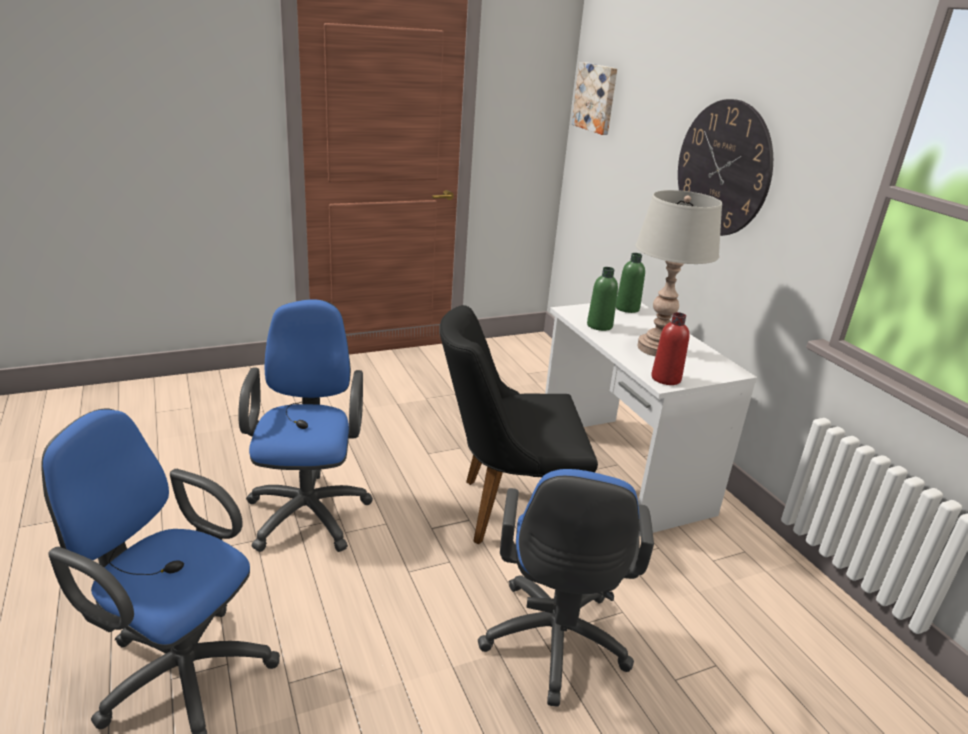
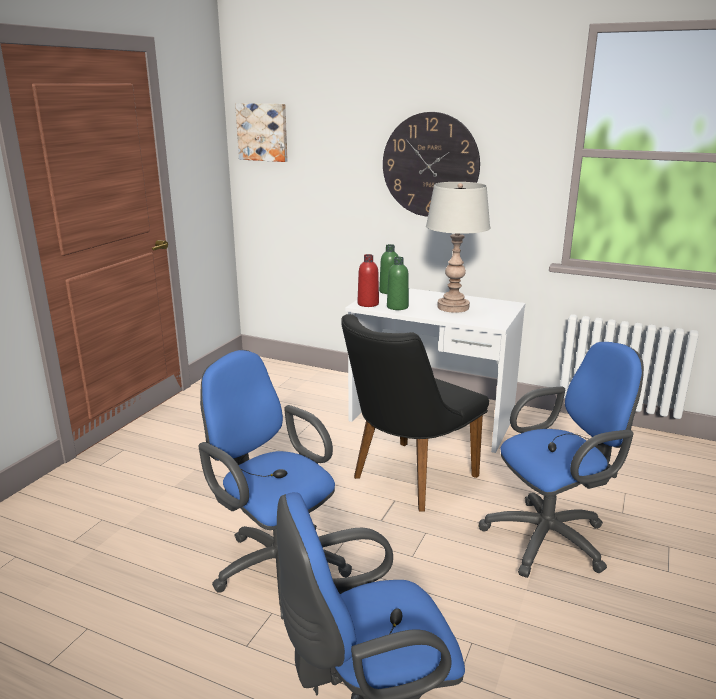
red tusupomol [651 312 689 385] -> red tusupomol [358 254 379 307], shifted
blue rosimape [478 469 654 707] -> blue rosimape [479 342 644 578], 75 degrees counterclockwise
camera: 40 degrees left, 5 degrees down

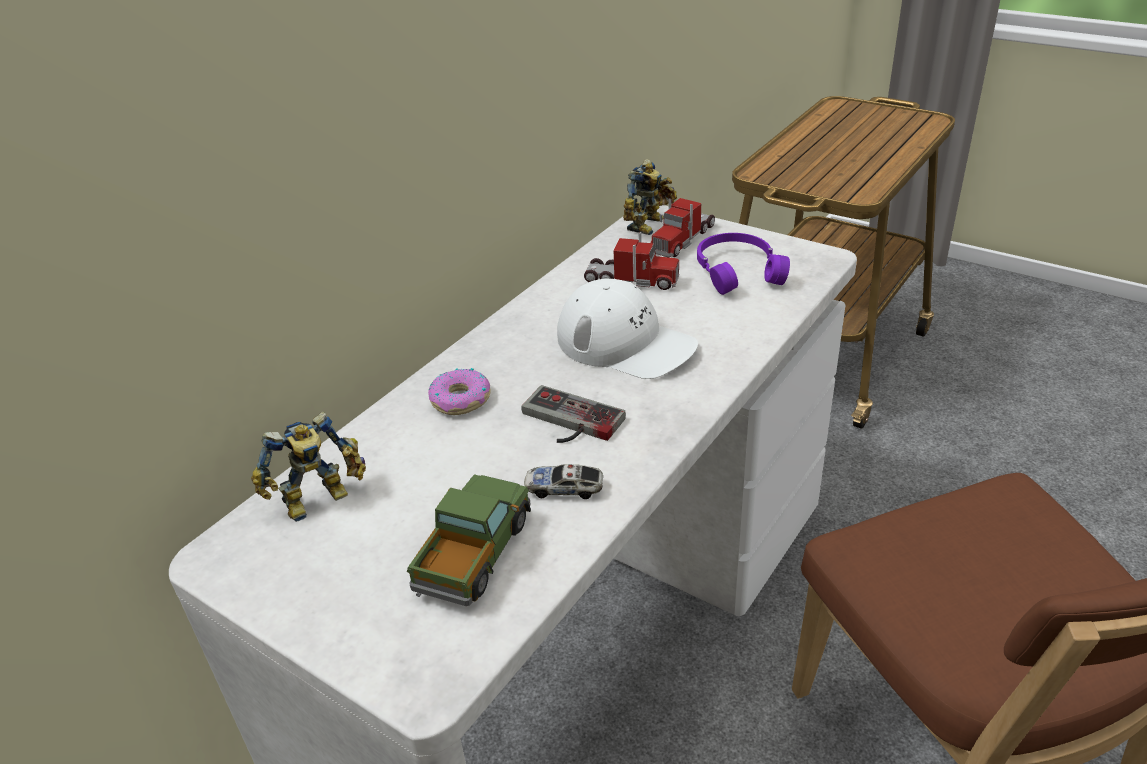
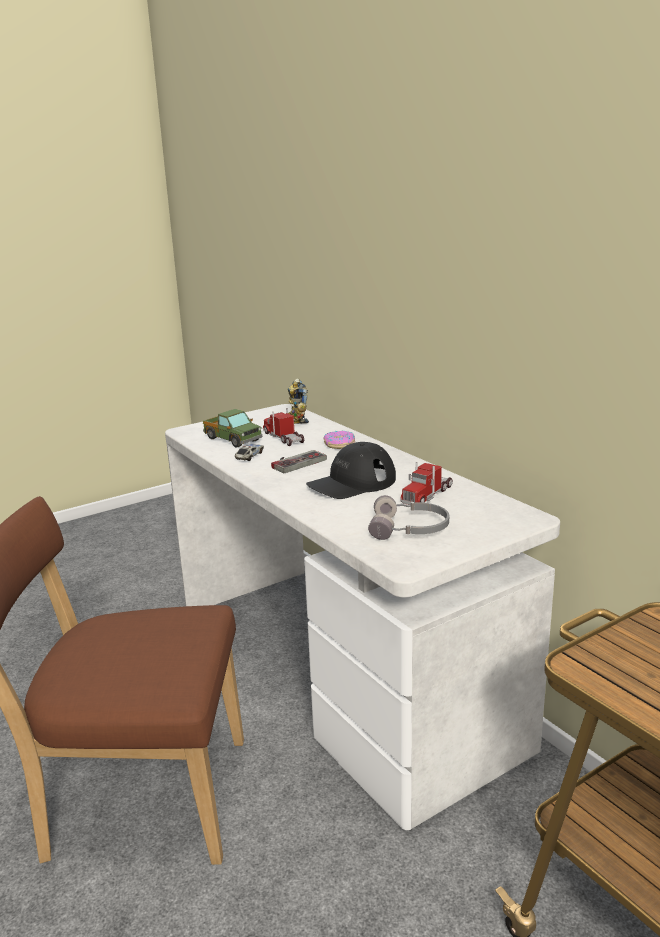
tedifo [623 159 677 235] -> none
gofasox [650 198 715 258] -> gofasox [263 408 304 446], shifted
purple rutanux [697 233 790 295] -> grey rutanux [368 495 449 540]
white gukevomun [557 278 698 379] -> black gukevomun [306 442 396 499]
camera: 110 degrees right, 15 degrees down

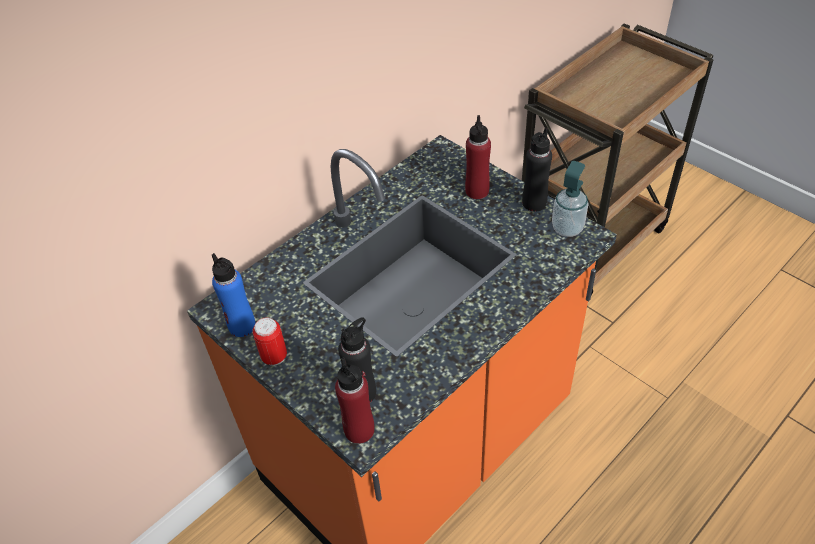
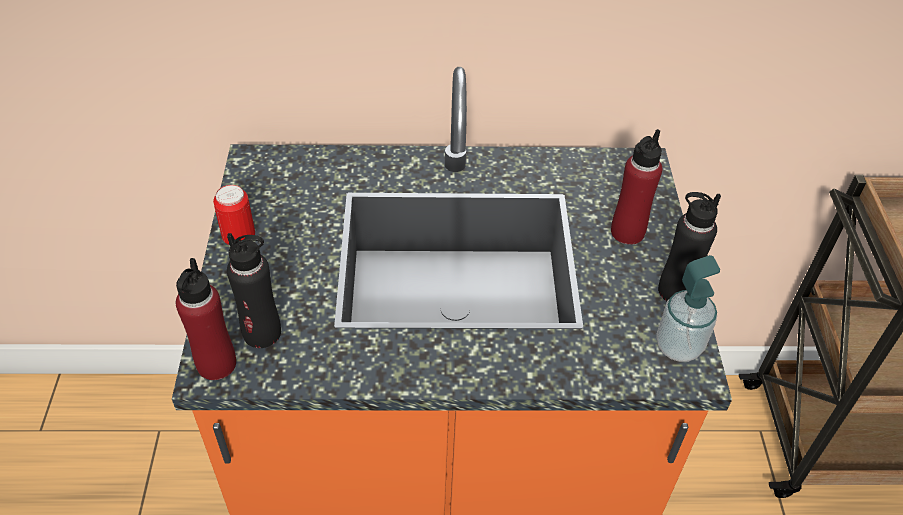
blue tusupomol [212 253 255 337] -> none
camera: 40 degrees right, 0 degrees up

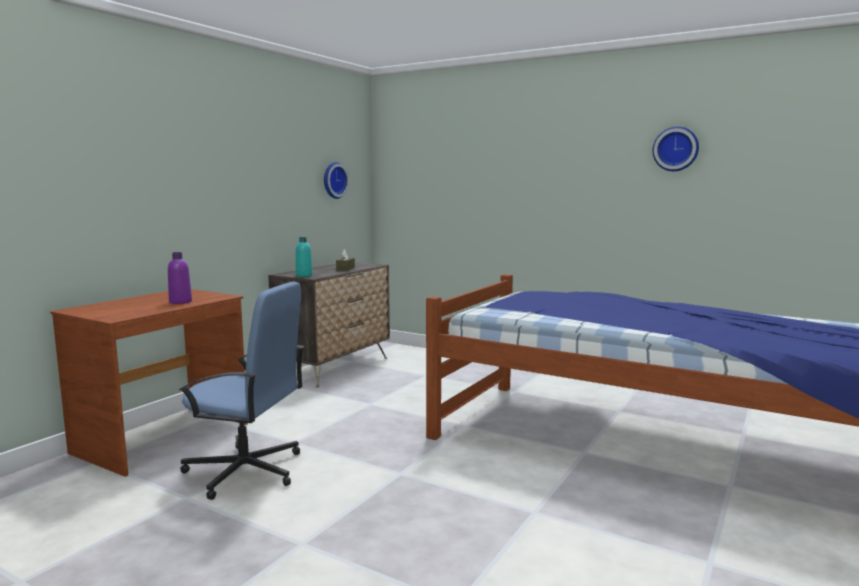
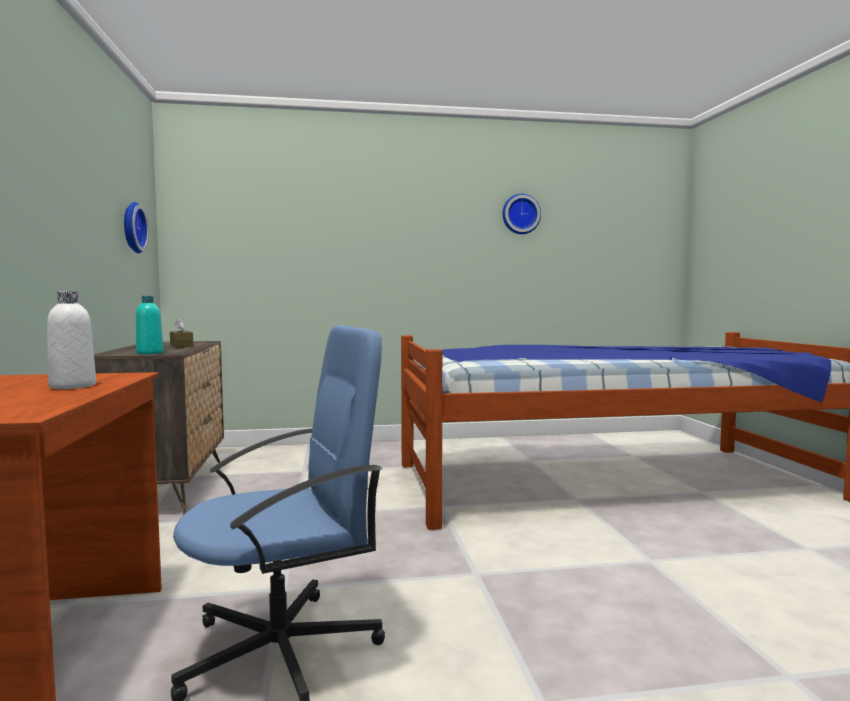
purple tusupomol [168 252 192 304] -> white tusupomol [47 291 96 389]
camera: 40 degrees left, 5 degrees down

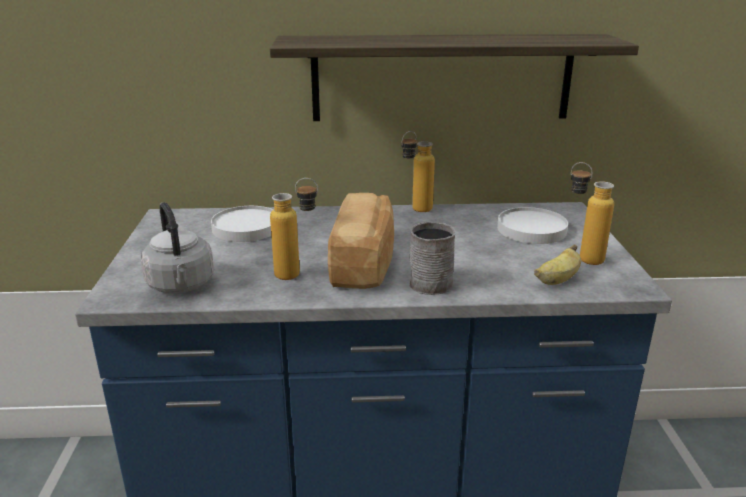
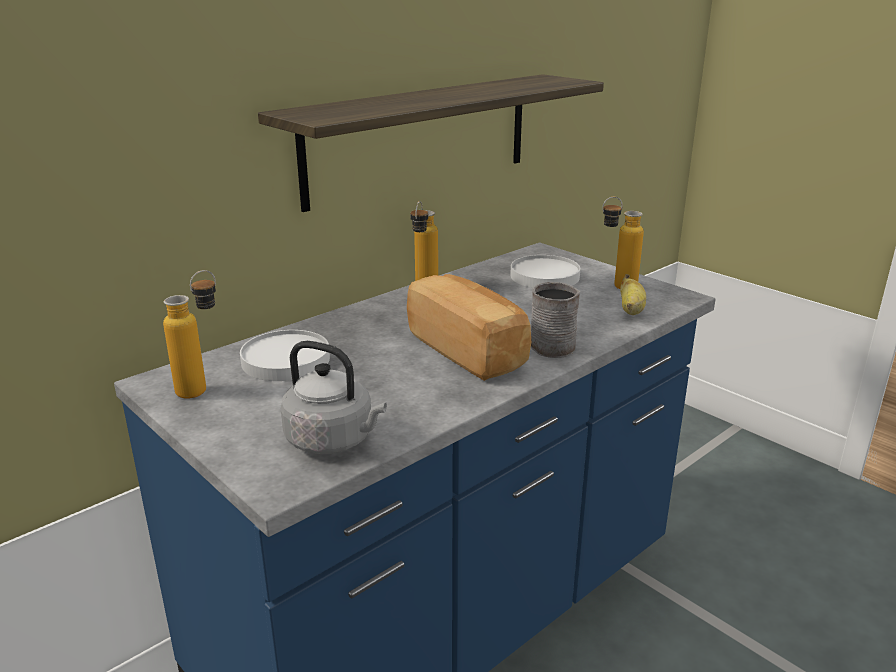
tusupomol [270 178 318 280] -> tusupomol [163 270 216 399], shifted
camera: 40 degrees left, 0 degrees up

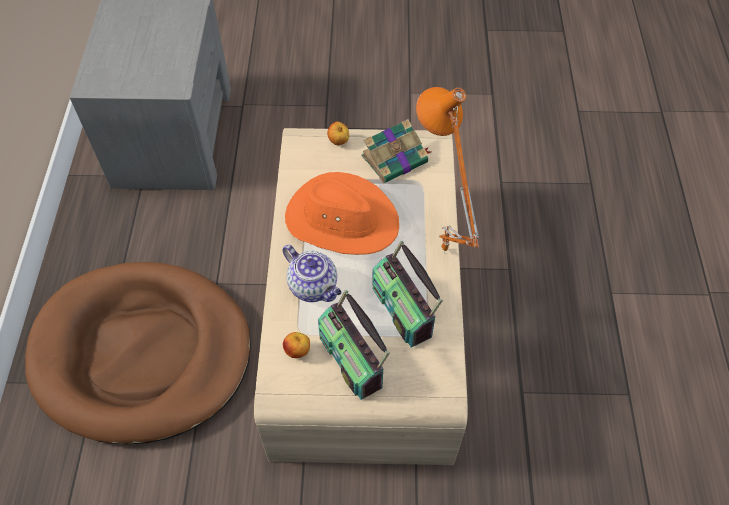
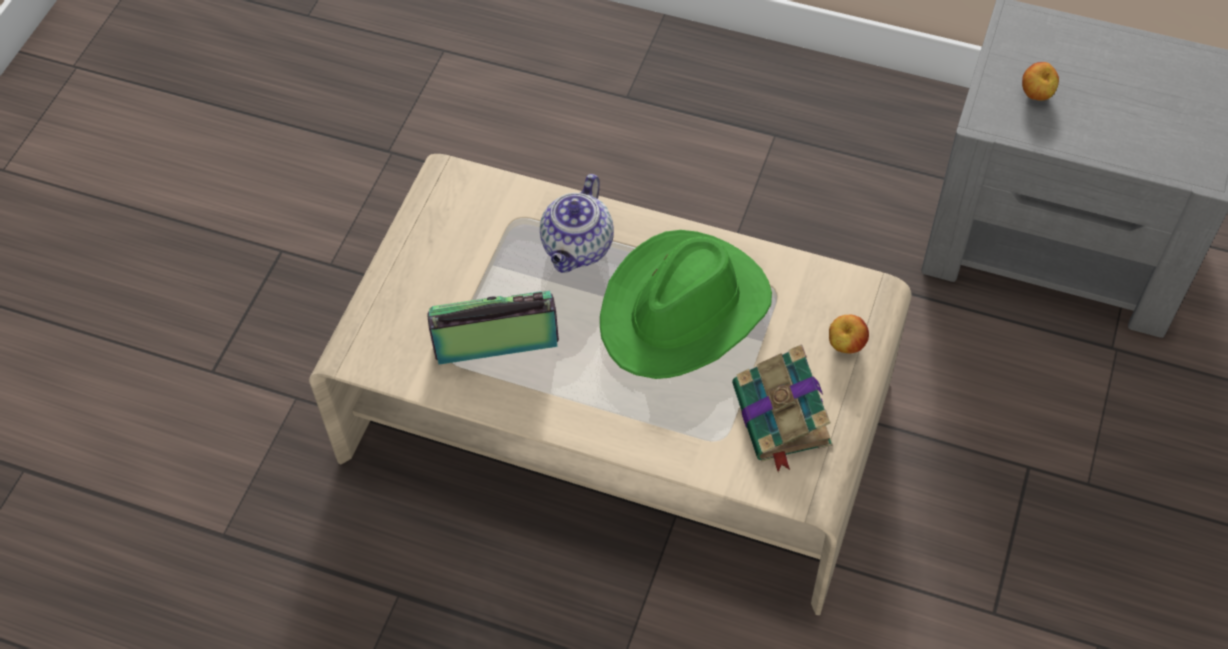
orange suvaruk [416 87 479 253] -> none
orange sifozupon [285 172 399 255] -> green sifozupon [600 230 772 379]
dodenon [282 245 342 302] -> dodenon [540 174 614 273], 45 degrees counterclockwise
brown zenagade [25 262 251 444] -> none
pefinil [318 290 390 400] -> none
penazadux [283 332 310 358] -> penazadux [1022 62 1059 101], shifted
camera: 110 degrees right, 0 degrees up

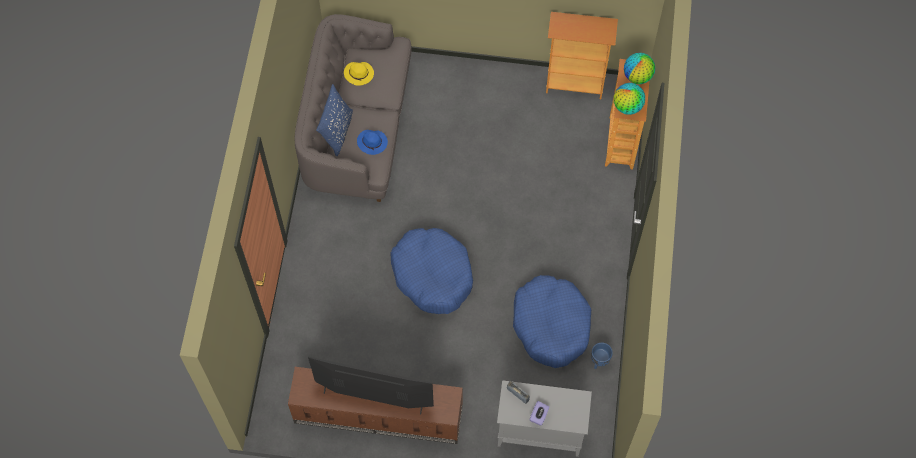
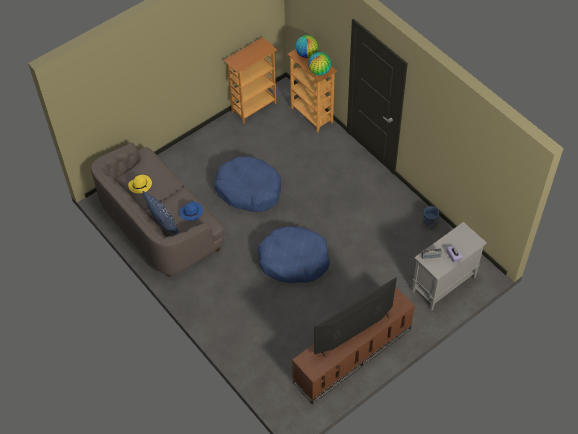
blue zenagade [513 275 591 368] -> blue zenagade [214 157 281 212], shifted
camera: 45 degrees left, 10 degrees down

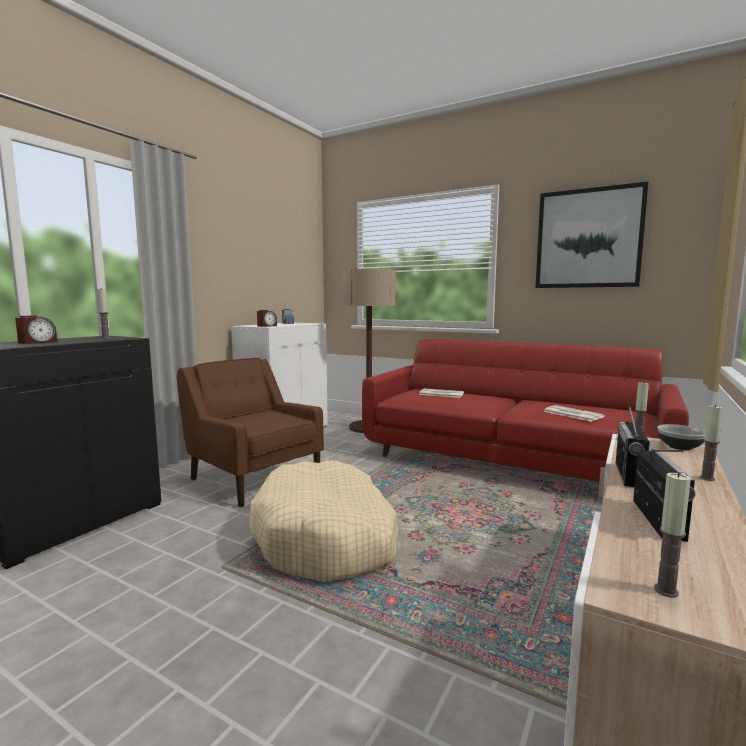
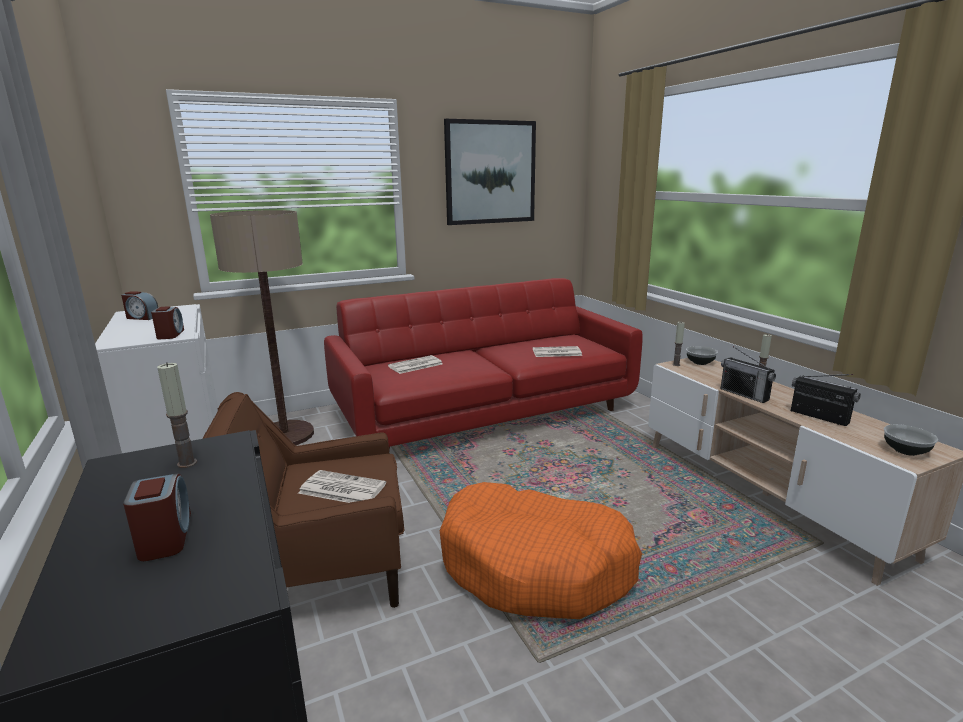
beige zenagade [249 461 399 582] -> orange zenagade [440 482 642 619]
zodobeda [654 472 691 598] -> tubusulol [884 424 938 456]
none -> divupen [298 470 386 503]
camera: 55 degrees left, 10 degrees up

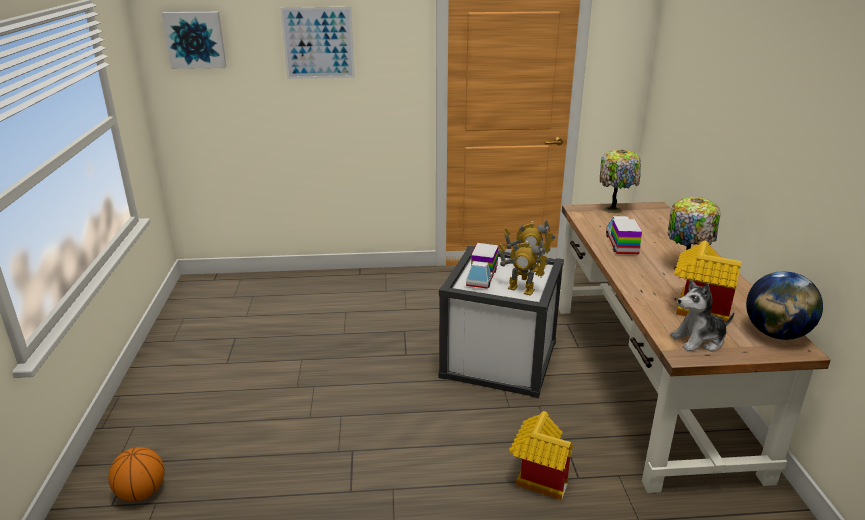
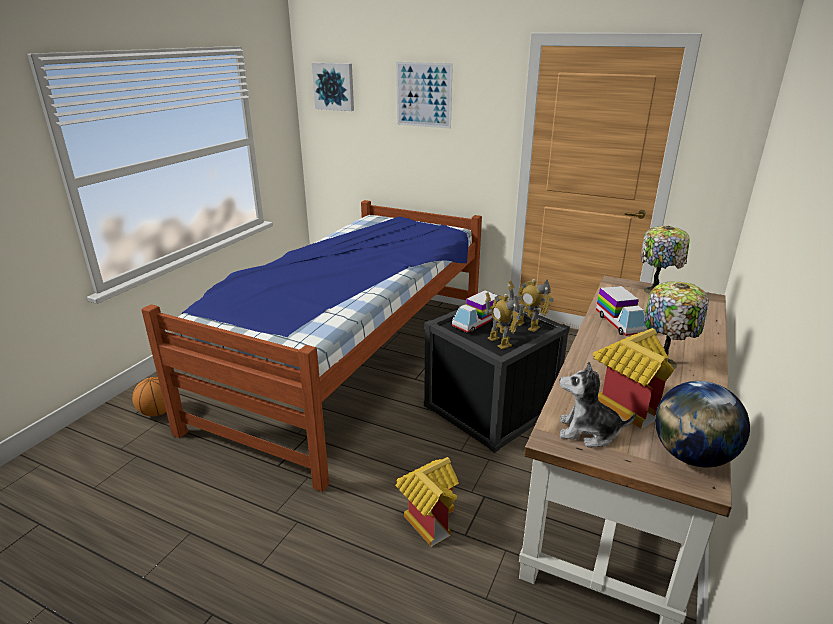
gofasox [606 216 642 254] -> gofasox [596 286 648 336], 135 degrees clockwise
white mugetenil [438 246 564 398] -> black mugetenil [424 310 570 453]
none -> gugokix [142 200 482 492]
camera: 30 degrees right, 0 degrees up

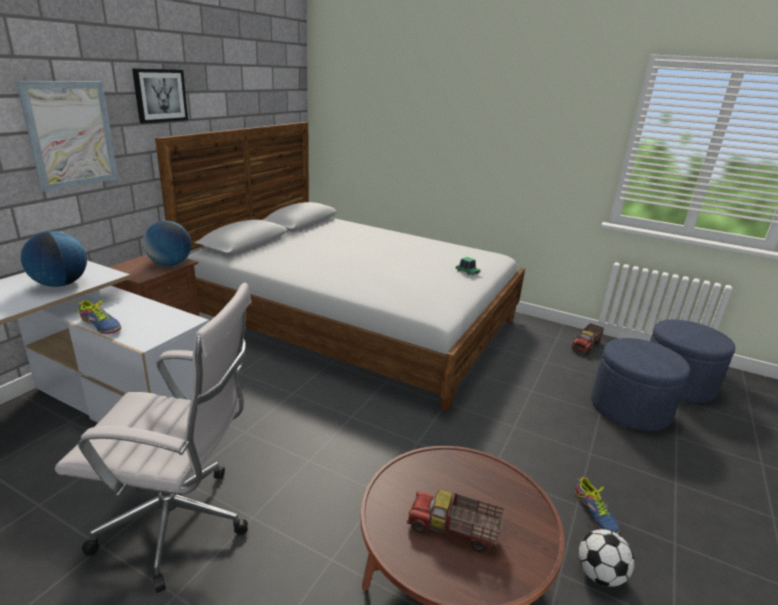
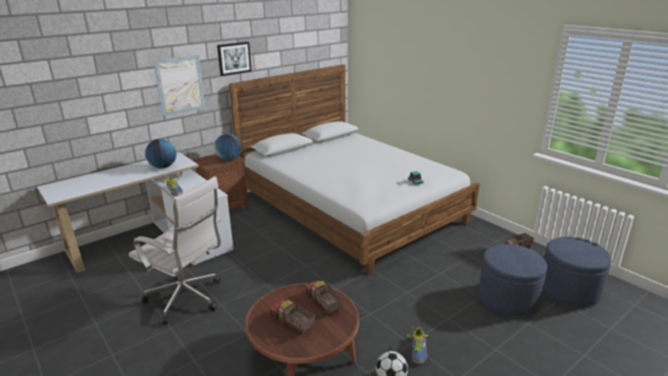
none -> gofasox [305 281 343 315]
camera: 25 degrees right, 0 degrees up

